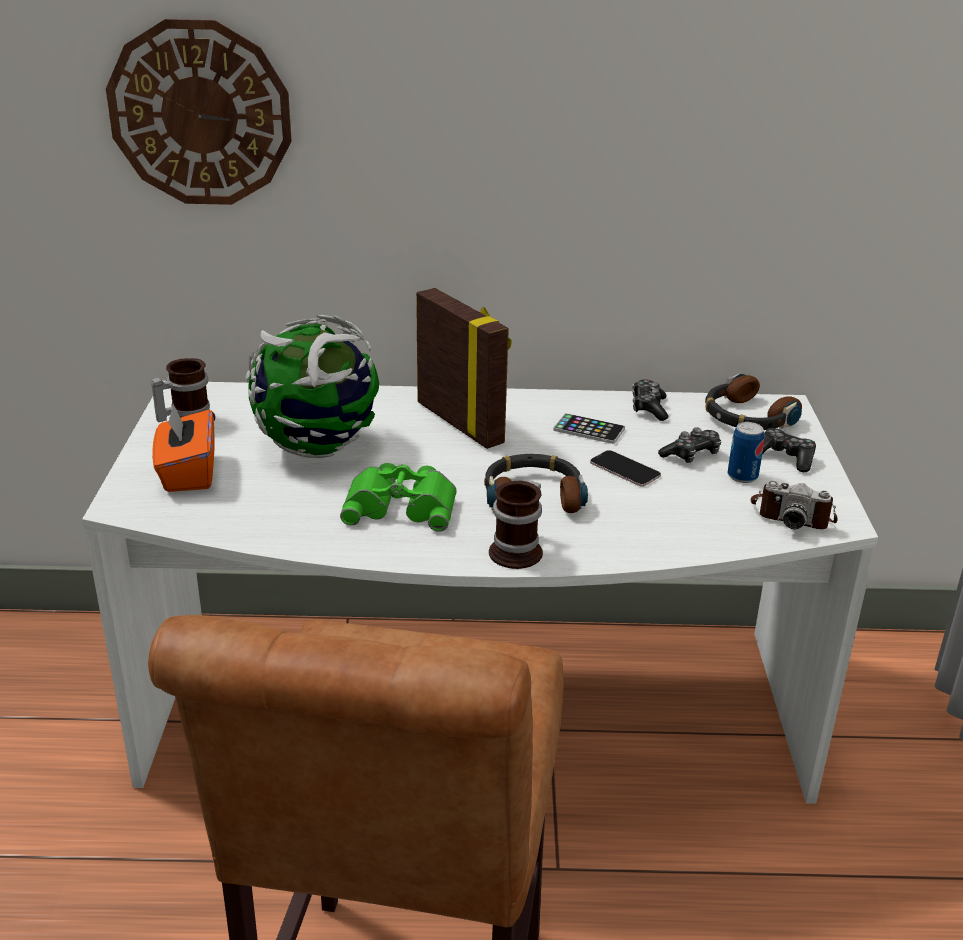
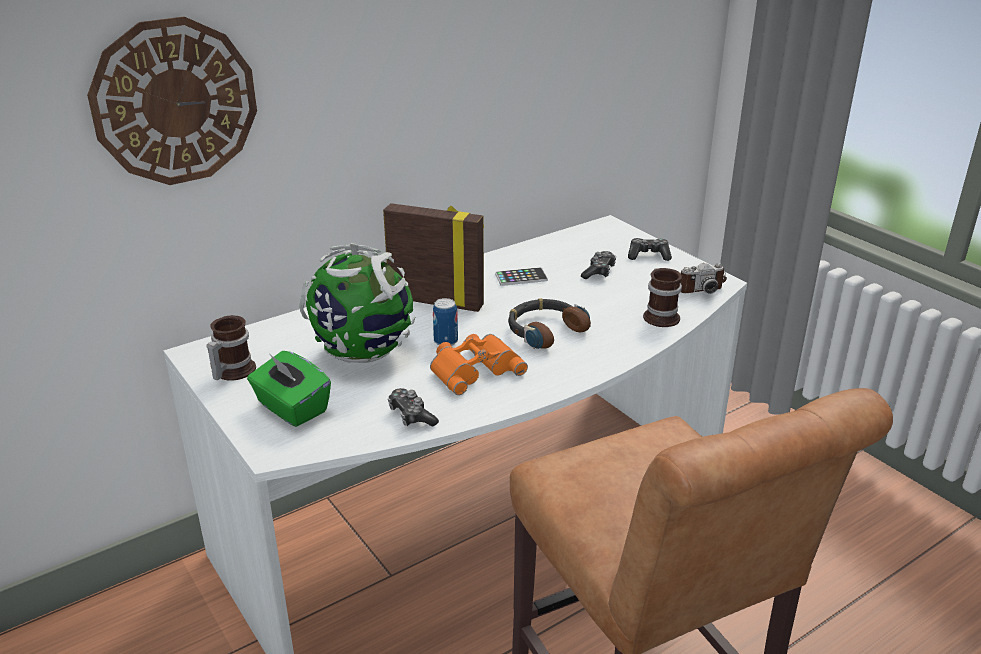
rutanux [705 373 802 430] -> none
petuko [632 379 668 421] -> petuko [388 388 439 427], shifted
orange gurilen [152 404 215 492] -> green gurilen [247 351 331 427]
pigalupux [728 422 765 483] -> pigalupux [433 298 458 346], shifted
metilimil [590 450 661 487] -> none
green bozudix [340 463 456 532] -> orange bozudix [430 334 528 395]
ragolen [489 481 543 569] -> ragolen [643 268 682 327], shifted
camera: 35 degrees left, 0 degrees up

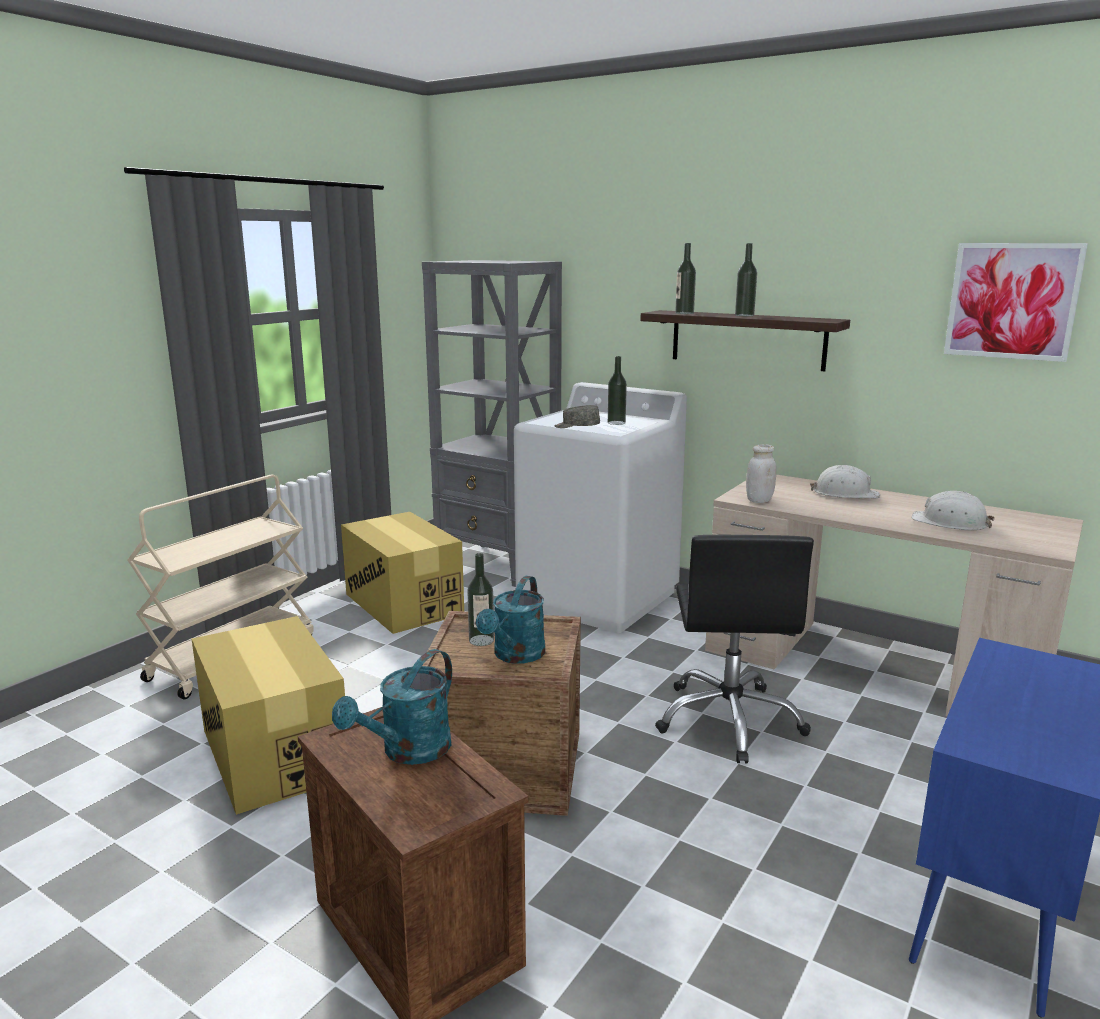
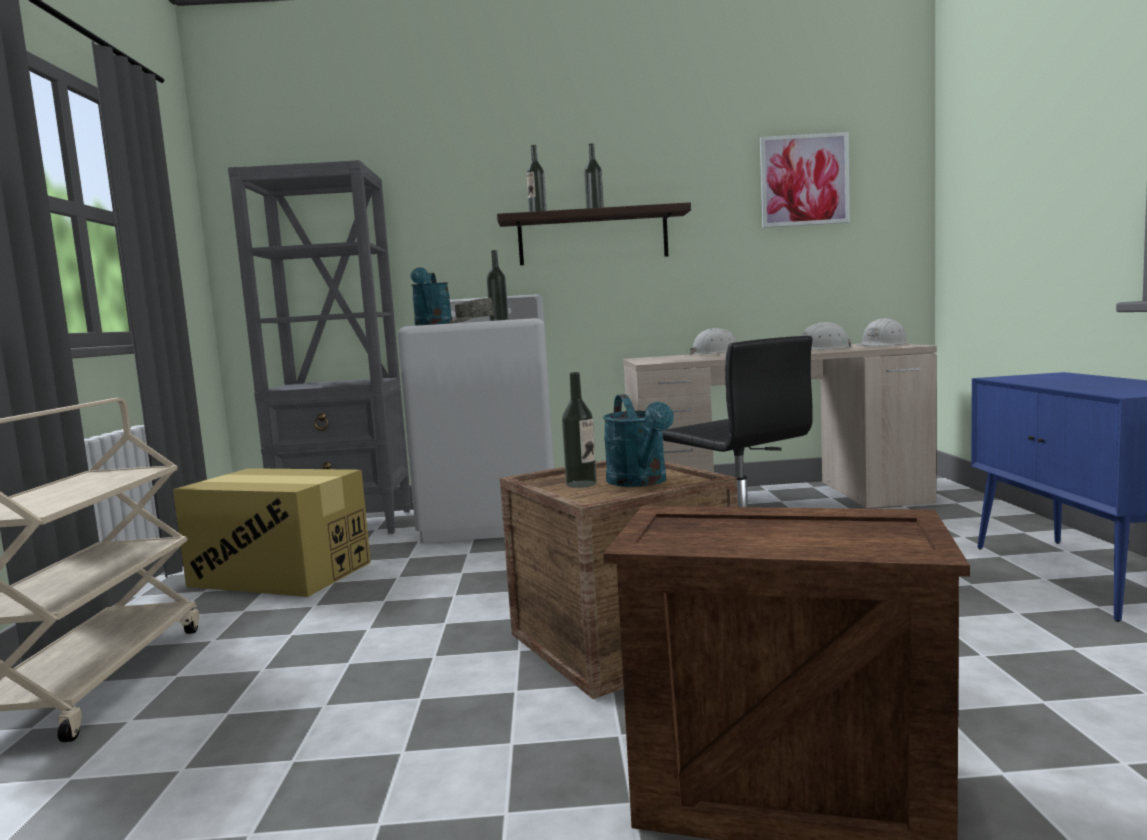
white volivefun [746 444 776 503] -> none
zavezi [192 616 345 815] -> none
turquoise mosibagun [332 649 452 765] -> turquoise mosibagun [410 267 452 325], shifted
none -> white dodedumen [856 318 908 346]
camera: 35 degrees left, 10 degrees down

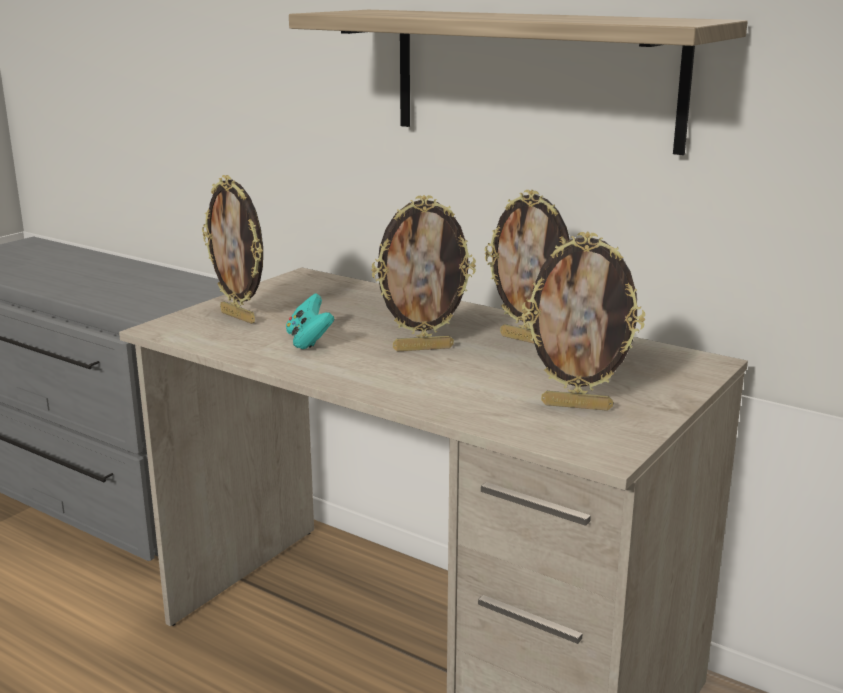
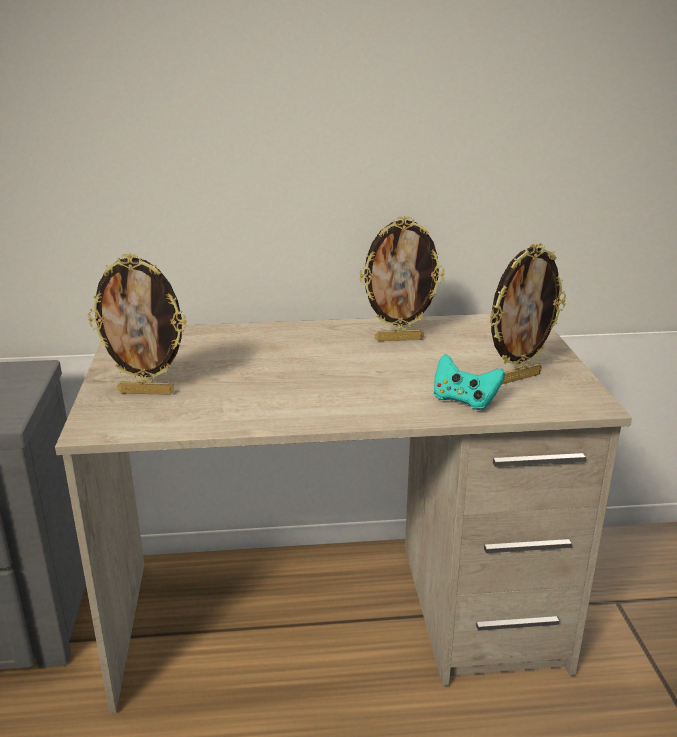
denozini [289 10 748 155] -> none
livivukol [371 195 476 352] -> none
turquoise petuko [286 293 335 349] -> turquoise petuko [434 354 505 410], shifted
camera: 40 degrees left, 5 degrees up

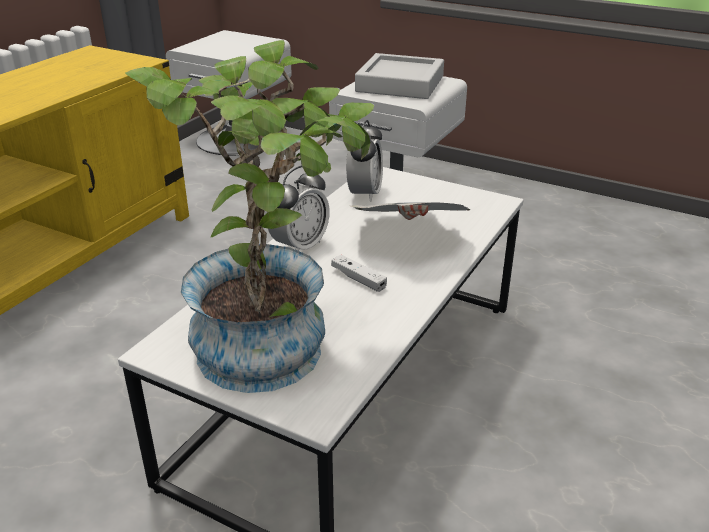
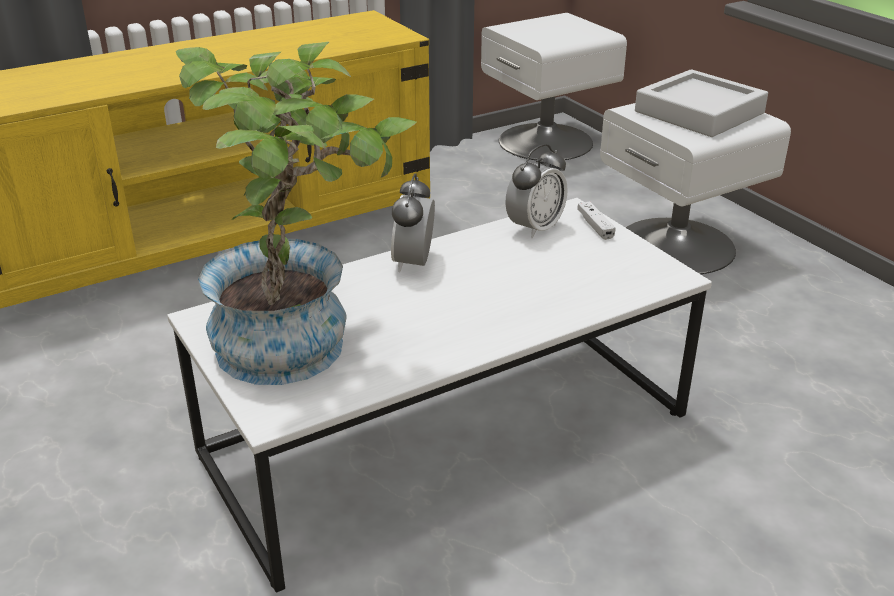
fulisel [268 166 329 251] -> fulisel [391 174 435 272], 120 degrees clockwise
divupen [351 202 470 220] -> none
white petuko [331 255 387 292] -> white petuko [577 202 616 240], shifted
camera: 30 degrees right, 0 degrees up

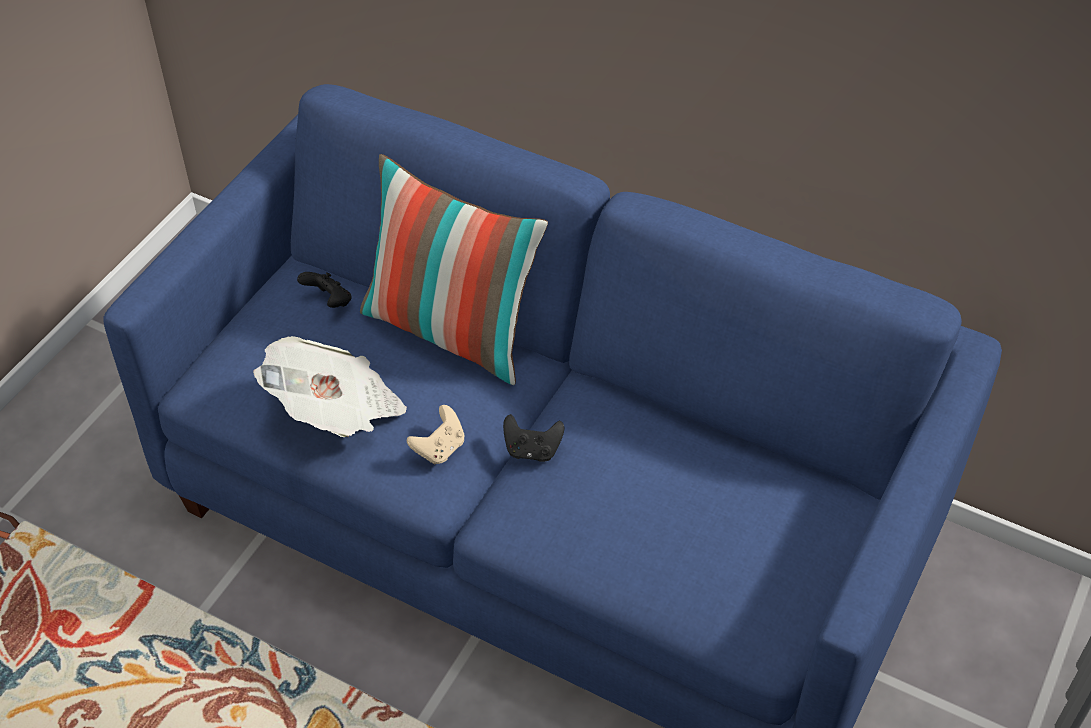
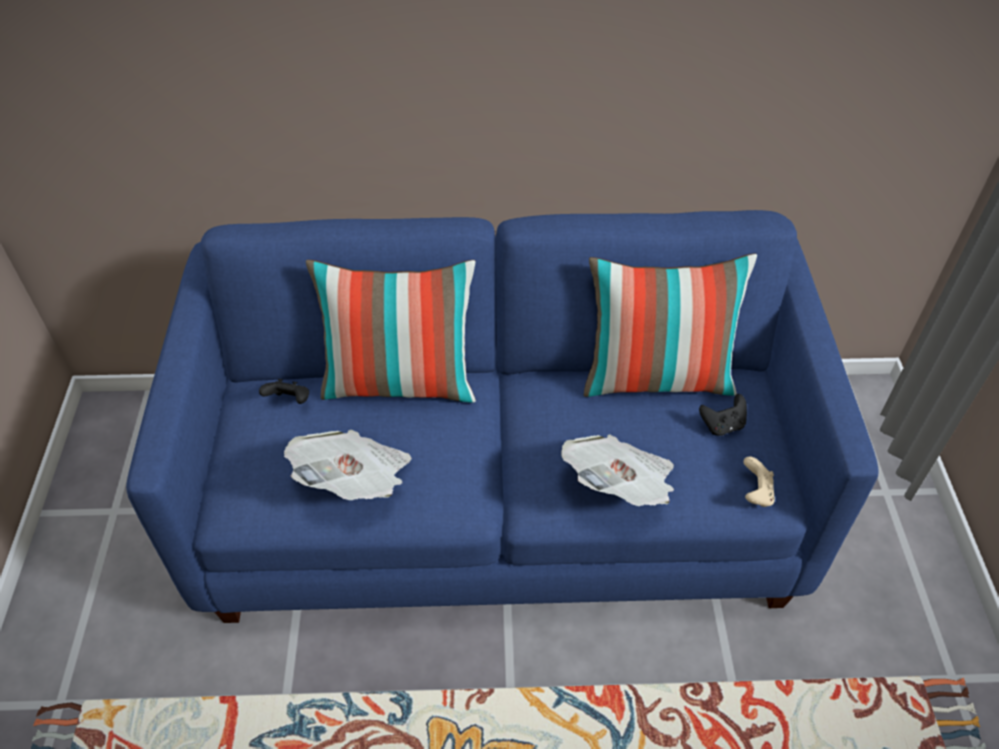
beige petuko [407 405 464 464] -> beige petuko [743 457 775 507], shifted
black petuko [503 414 564 462] -> black petuko [699 394 747 436], shifted
none -> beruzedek [584 253 757 397]
none -> divupen [561 434 674 506]
camera: 30 degrees left, 0 degrees up

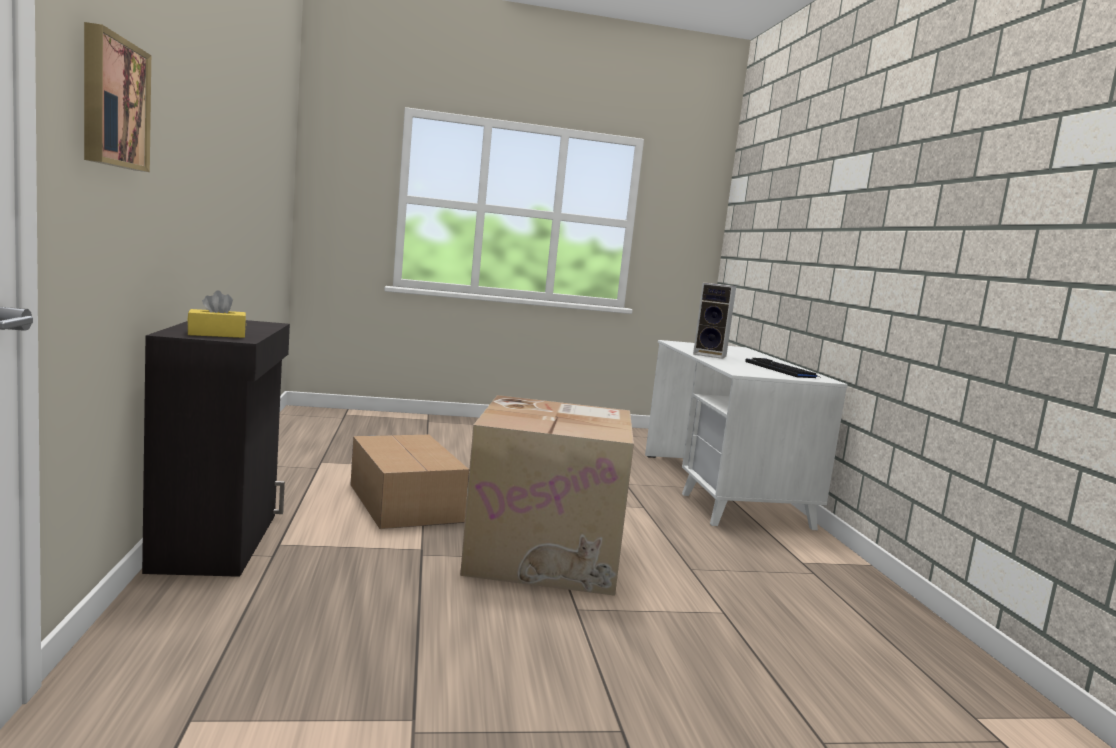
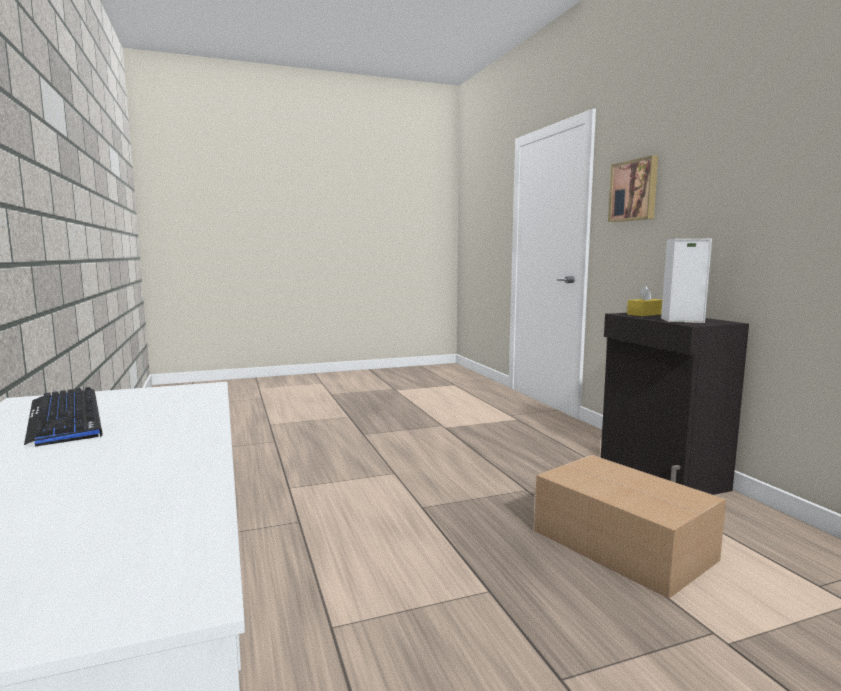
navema [693 283 736 359] -> navema [661 238 712 323], shifted
zavezi [460 395 634 596] -> none
camera: 170 degrees right, 0 degrees up

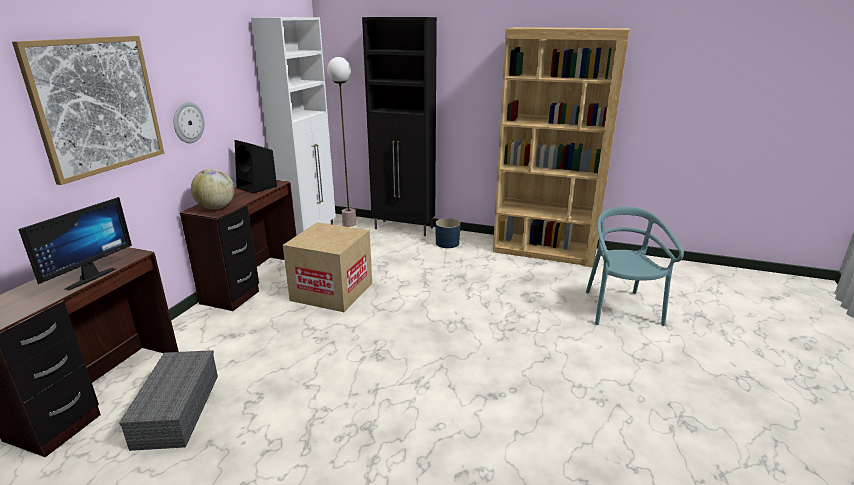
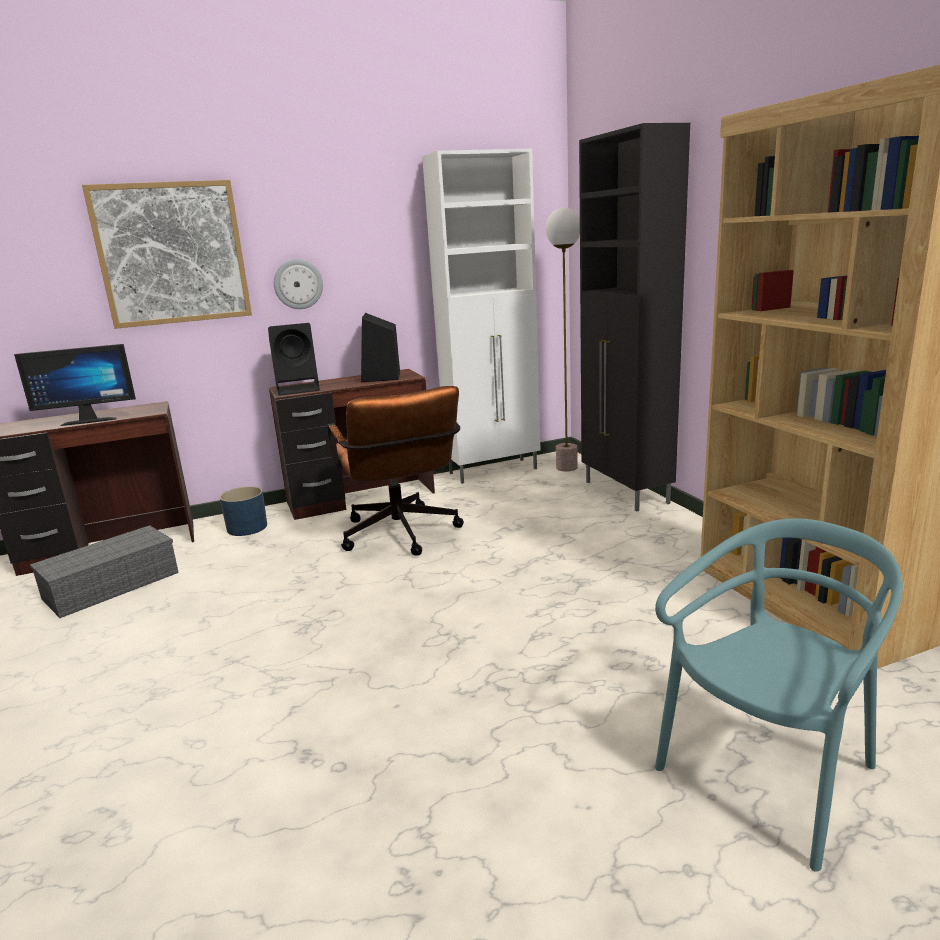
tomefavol [191 169 235 209] -> black navema [268 323 320 396]
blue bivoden [435 218 461 248] -> blue bivoden [220 487 267 536], shifted
zavezi [283 222 372 312] -> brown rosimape [327 386 464 556]
camera: 50 degrees right, 5 degrees down

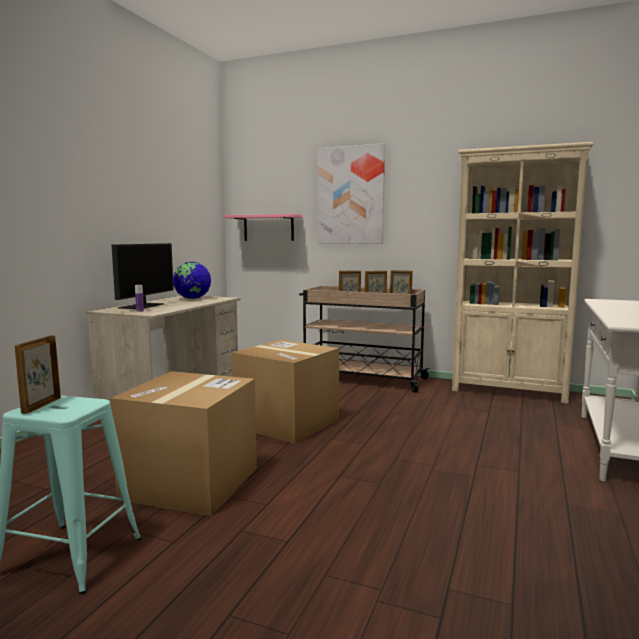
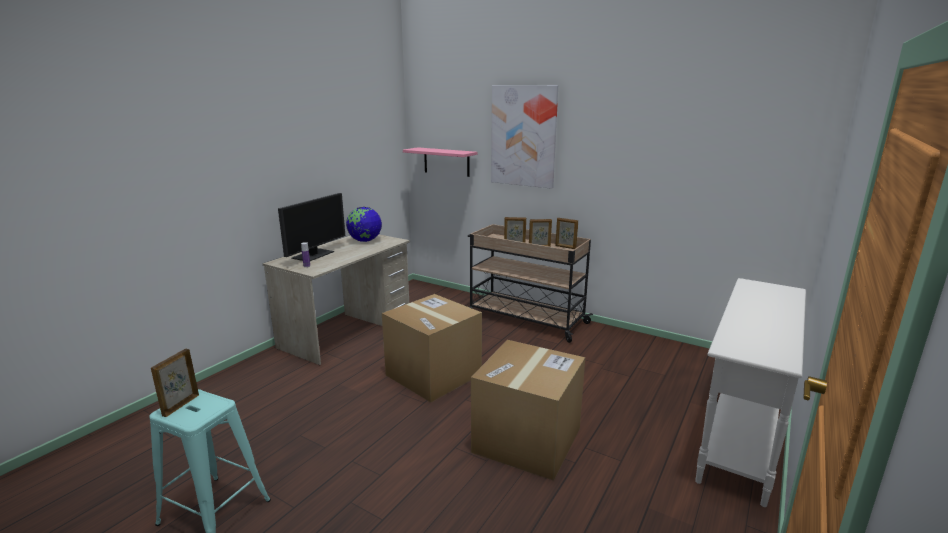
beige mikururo [452 142 594 403] -> none
zavezi [110 371 257 516] -> zavezi [471 340 585 481], shifted
camera: 10 degrees right, 10 degrees up

